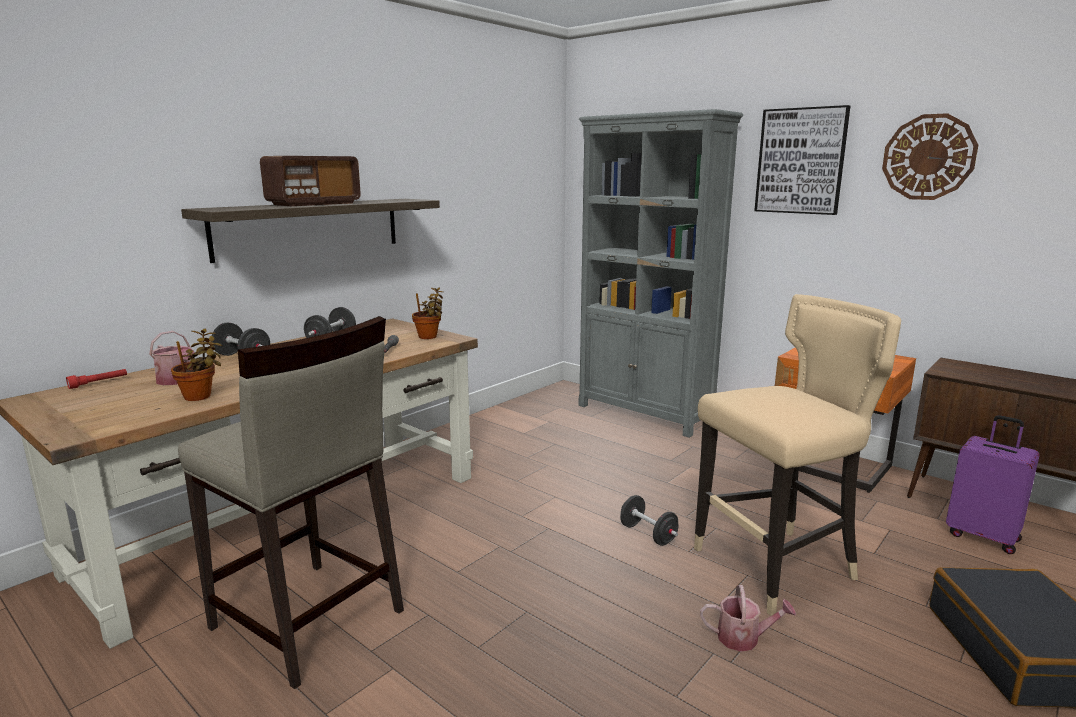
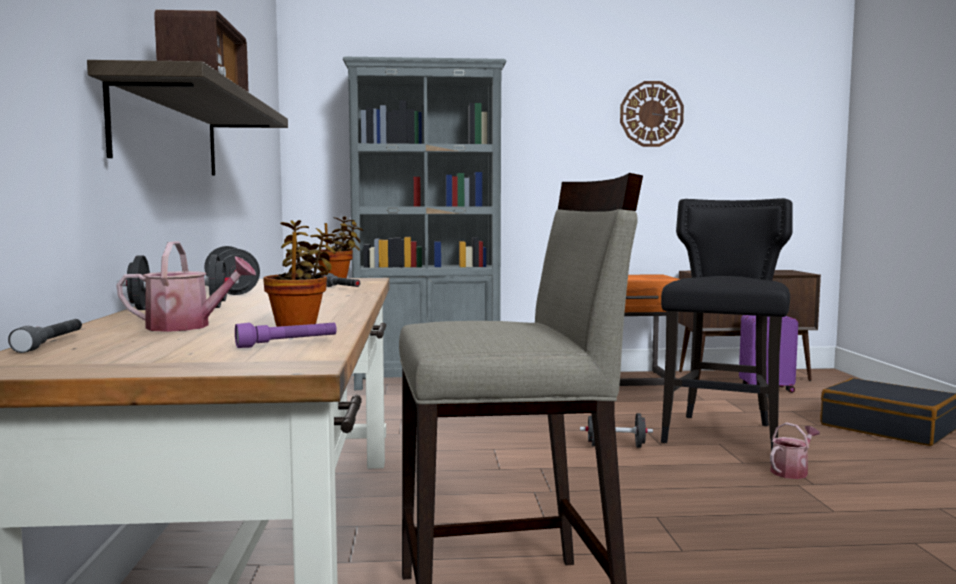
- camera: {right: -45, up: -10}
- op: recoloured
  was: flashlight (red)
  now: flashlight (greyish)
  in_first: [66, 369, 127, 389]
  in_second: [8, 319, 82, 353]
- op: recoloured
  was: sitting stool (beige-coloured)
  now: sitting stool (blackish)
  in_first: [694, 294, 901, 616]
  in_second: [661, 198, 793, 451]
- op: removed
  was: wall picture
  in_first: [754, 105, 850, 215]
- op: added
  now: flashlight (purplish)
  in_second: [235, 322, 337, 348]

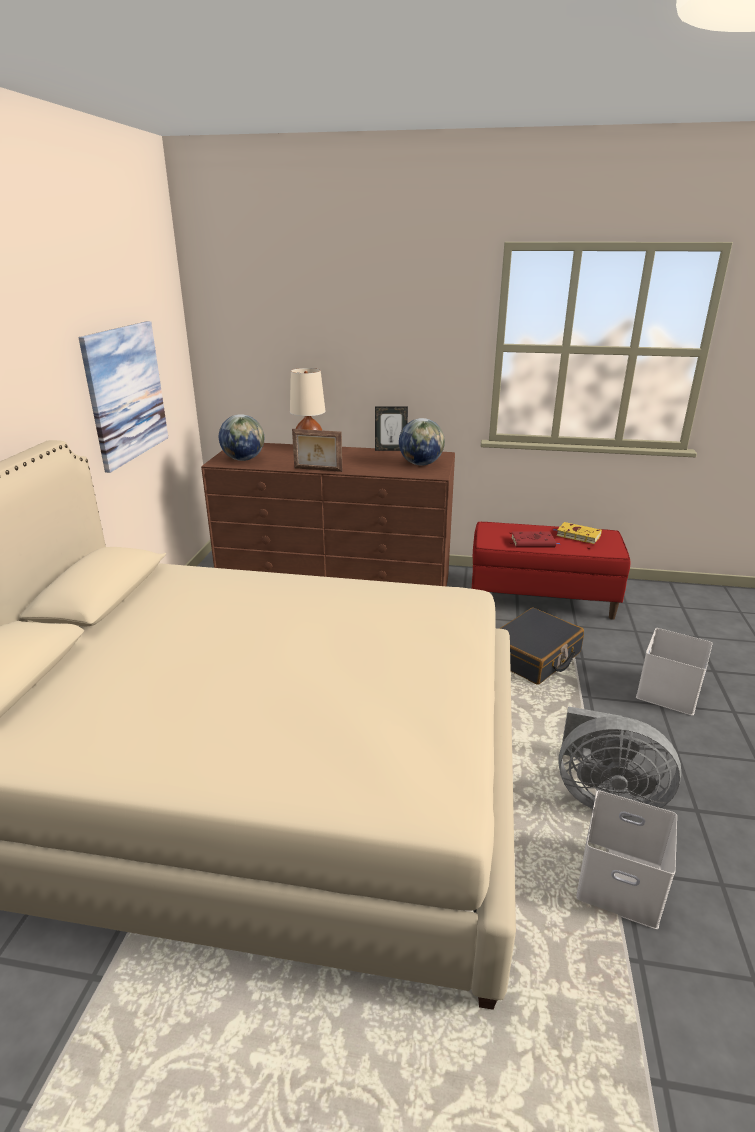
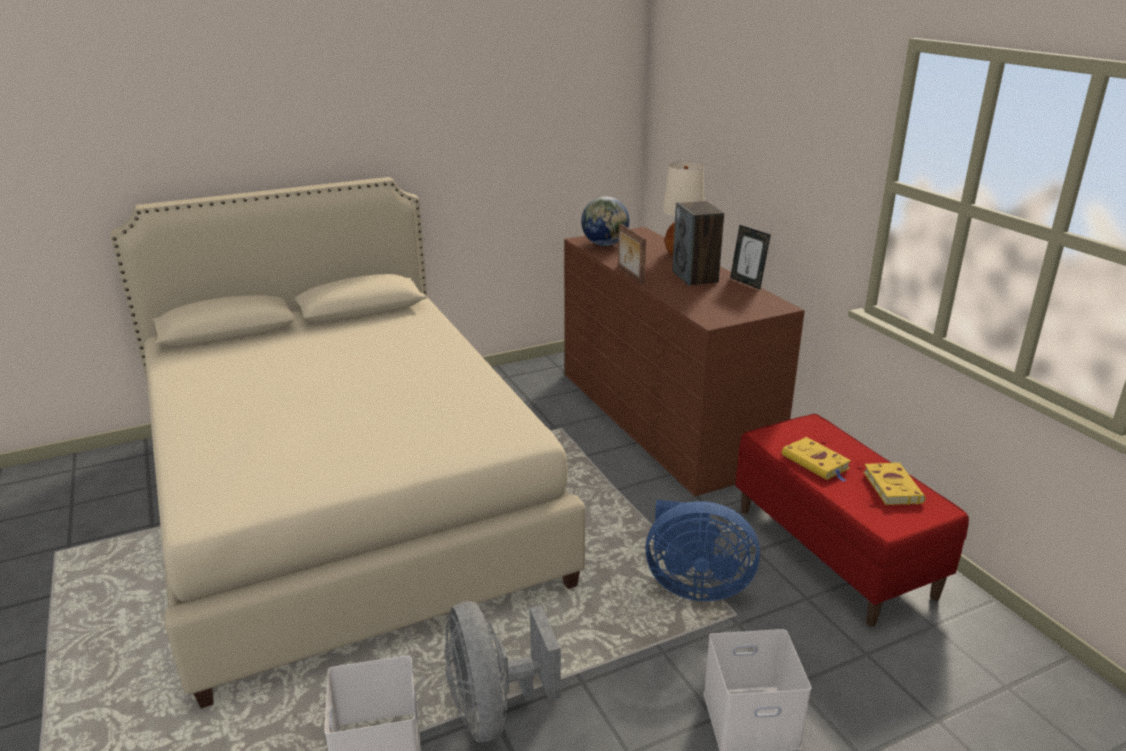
- camera: {right: 55, up: 0}
- op: removed
  was: wall picture
  in_first: [79, 321, 168, 473]
- op: removed
  was: world globe
  in_first: [399, 418, 445, 466]
- op: replaced
  was: suitcase (blackish)
  now: electric fan (bluish)
  in_first: [499, 607, 584, 685]
  in_second: [645, 500, 760, 601]
- op: recoloured
  was: bound book (red)
  now: bound book (yellow-coloured)
  in_first: [511, 531, 560, 548]
  in_second: [782, 437, 851, 482]
- op: added
  now: audio speaker
  in_second: [672, 201, 724, 286]

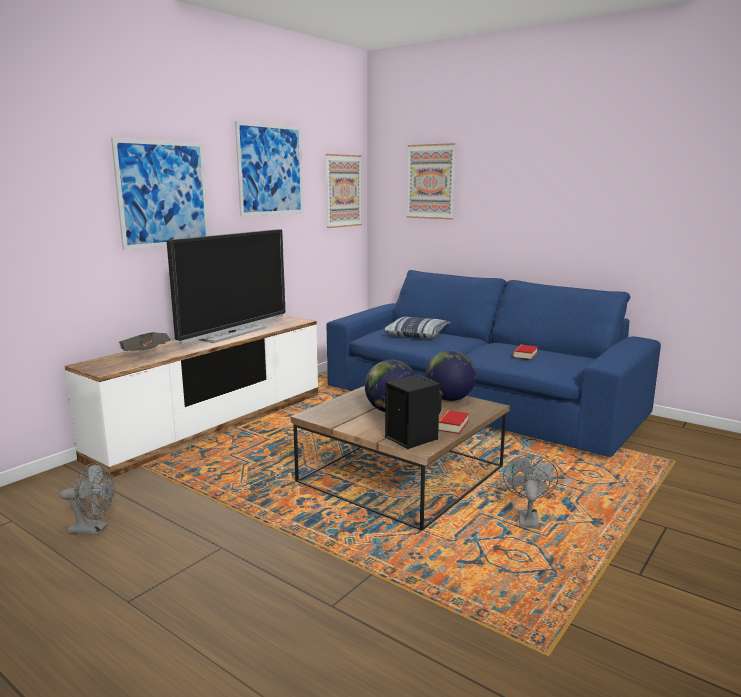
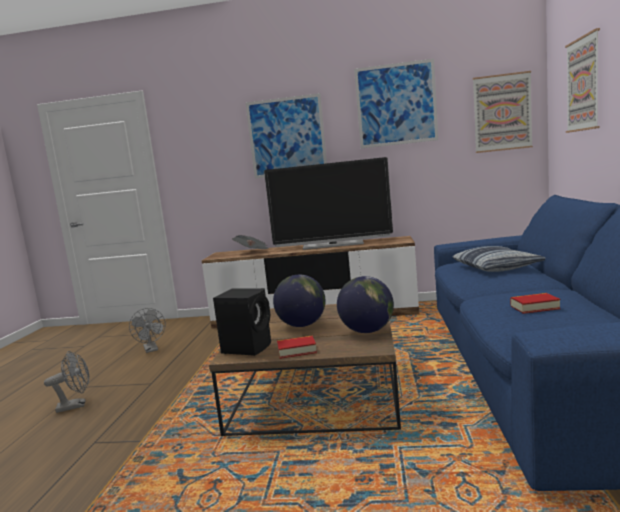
- camera: {right: 60, up: -5}
- op: moved
  was: electric fan (greyish)
  in_first: [503, 455, 558, 529]
  in_second: [44, 351, 89, 413]

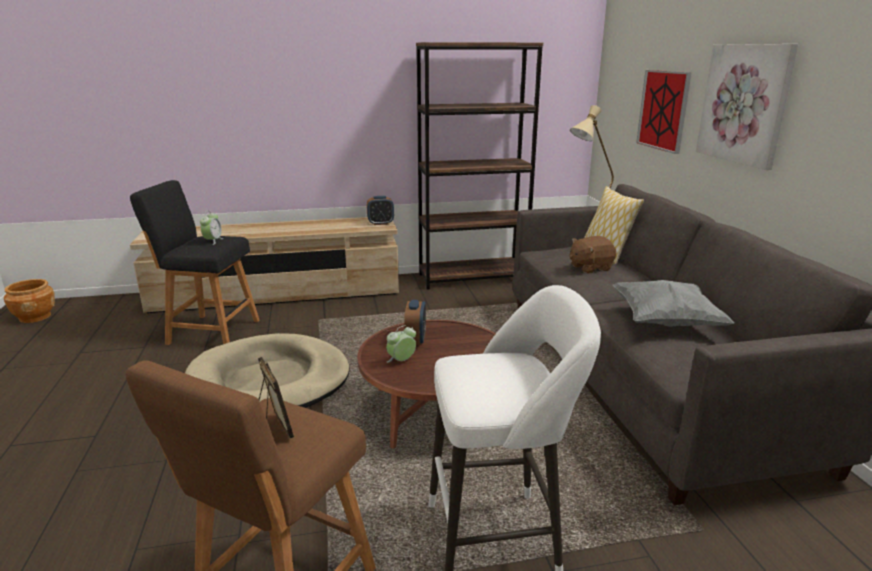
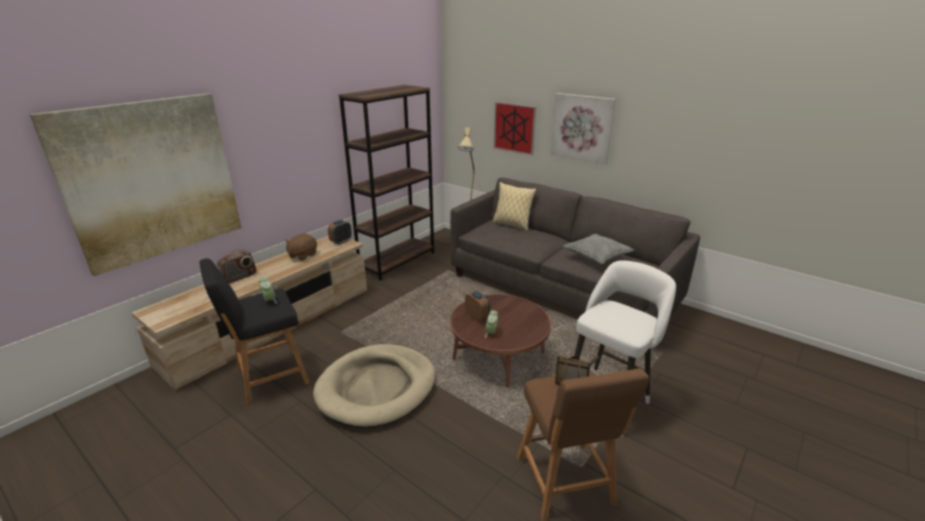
- camera: {right: -40, up: 5}
- op: removed
  was: planter (brown-coloured)
  in_first: [4, 279, 55, 323]
- op: moved
  was: cuddly toy (brown-coloured)
  in_first: [569, 236, 616, 273]
  in_second: [285, 234, 317, 261]
- op: added
  now: wall picture
  in_second: [29, 93, 241, 276]
- op: added
  now: radio receiver
  in_second: [217, 250, 256, 283]

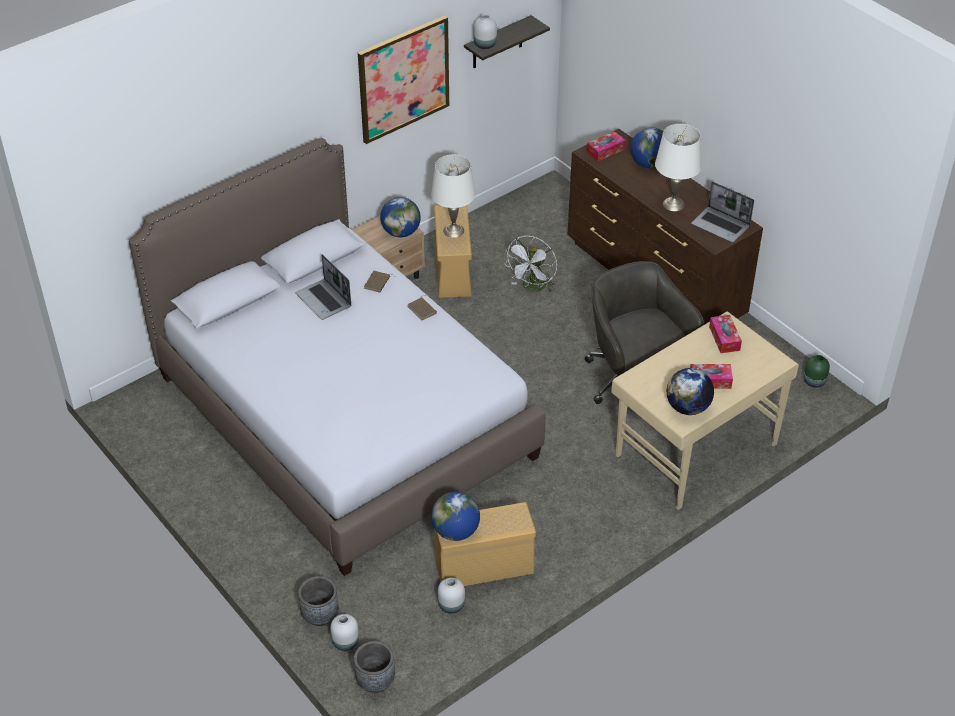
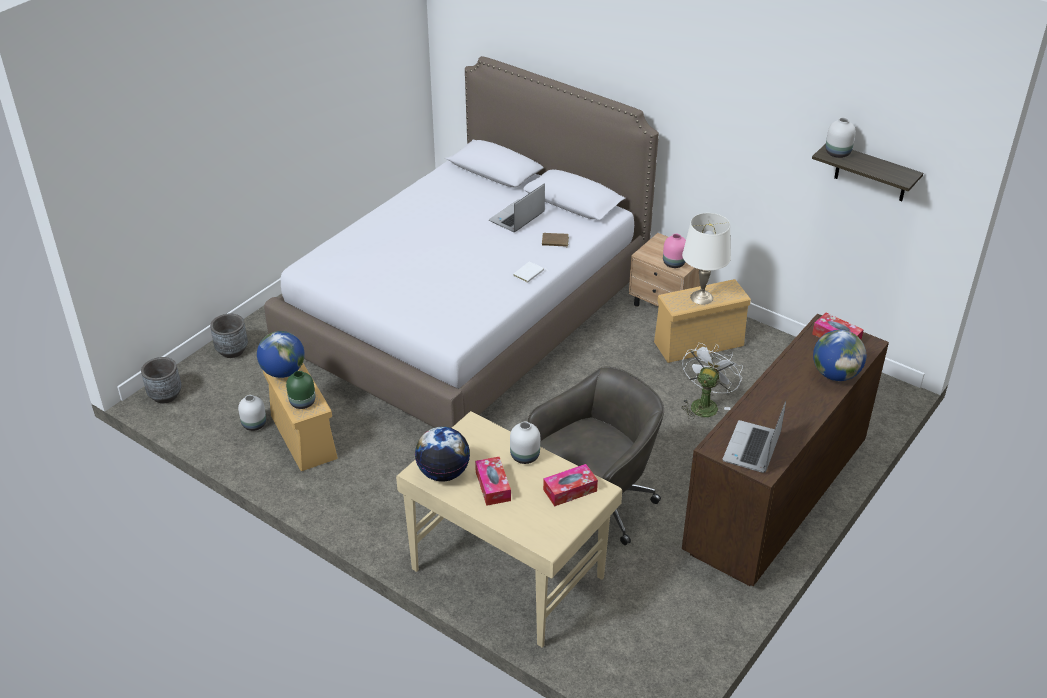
- camera: {right: 75, up: -5}
- op: moved
  was: vase (white)
  in_first: [330, 614, 359, 651]
  in_second: [510, 421, 540, 464]
- op: removed
  was: wall picture
  in_first: [358, 16, 449, 144]
- op: replaced
  was: world globe
  now: vase (pink-coloured)
  in_first: [380, 197, 421, 237]
  in_second: [663, 234, 686, 268]
- op: recoloured
  was: bound book (brown-coloured)
  now: bound book (white)
  in_first: [407, 295, 437, 320]
  in_second: [514, 262, 545, 283]
- op: turned
  was: electric fan (white)
  in_first: [504, 236, 557, 292]
  in_second: [681, 343, 743, 420]
  clockwise: 105
- op: removed
  was: lamp for a table (white)
  in_first: [655, 124, 702, 211]
- op: moved
  was: vase (green-coloured)
  in_first: [804, 355, 830, 387]
  in_second: [286, 371, 315, 409]

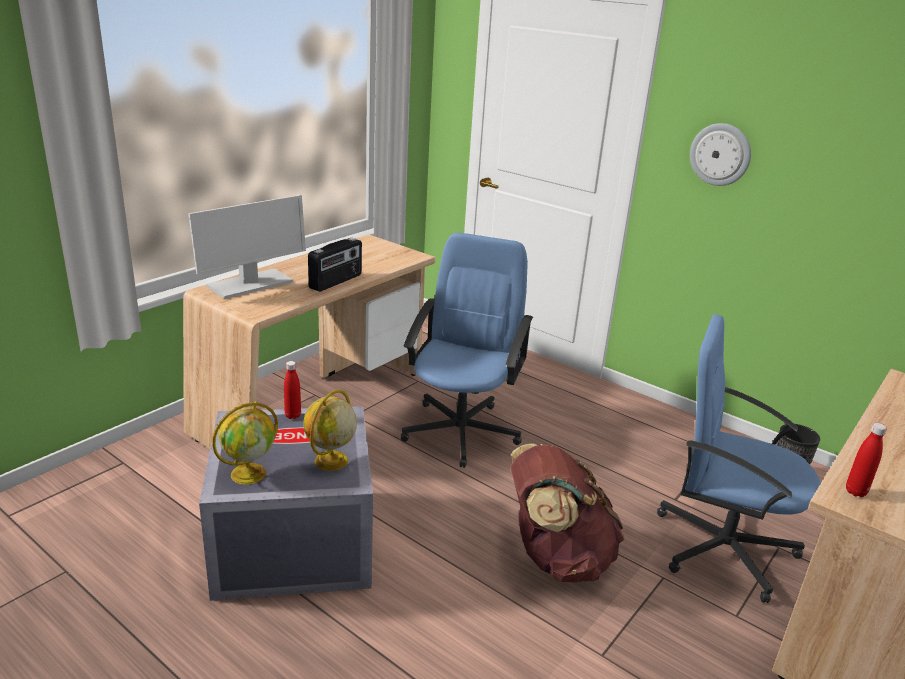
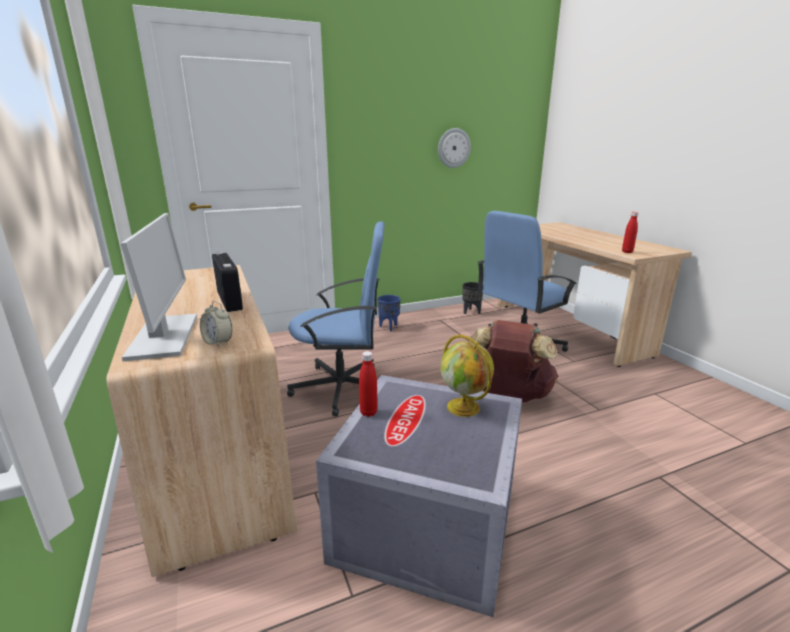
- camera: {right: -60, up: -5}
- op: removed
  was: world globe
  in_first: [212, 401, 278, 485]
- op: turned
  was: computer chair (bluish)
  in_first: [401, 232, 533, 468]
  in_second: [287, 222, 385, 417]
  clockwise: 135
- op: moved
  was: clock on the wall
  in_first: [690, 123, 751, 186]
  in_second: [438, 128, 471, 168]
- op: added
  now: bedside clock
  in_second: [200, 301, 232, 347]
- op: added
  now: planter (bluish)
  in_second: [377, 295, 401, 331]

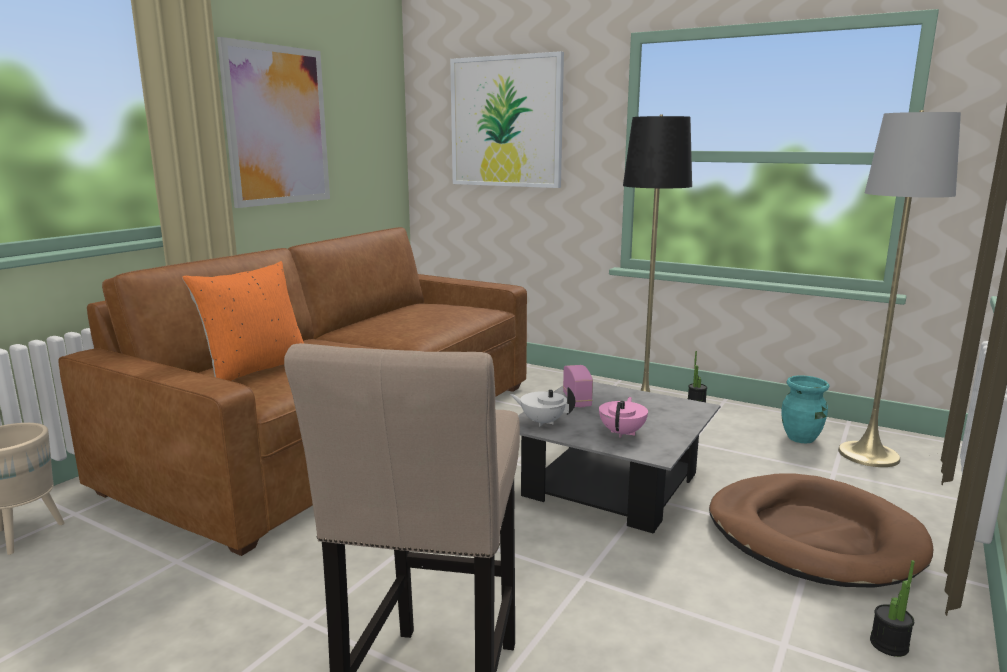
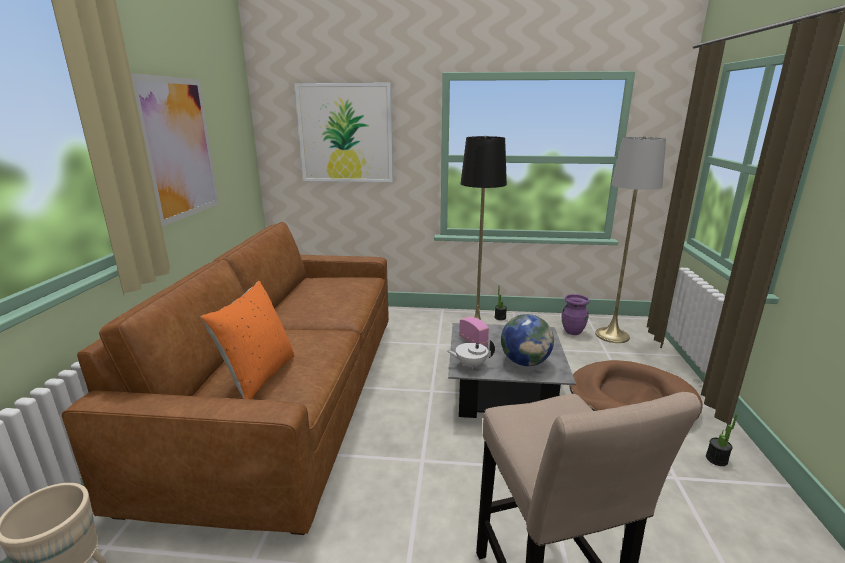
- camera: {right: -25, up: 5}
- op: replaced
  was: tea pot (pink-coloured)
  now: world globe
  in_first: [599, 397, 648, 438]
  in_second: [501, 314, 554, 366]
- op: recoloured
  was: vase (turquoise)
  now: vase (purplish)
  in_first: [782, 375, 829, 443]
  in_second: [562, 294, 590, 335]

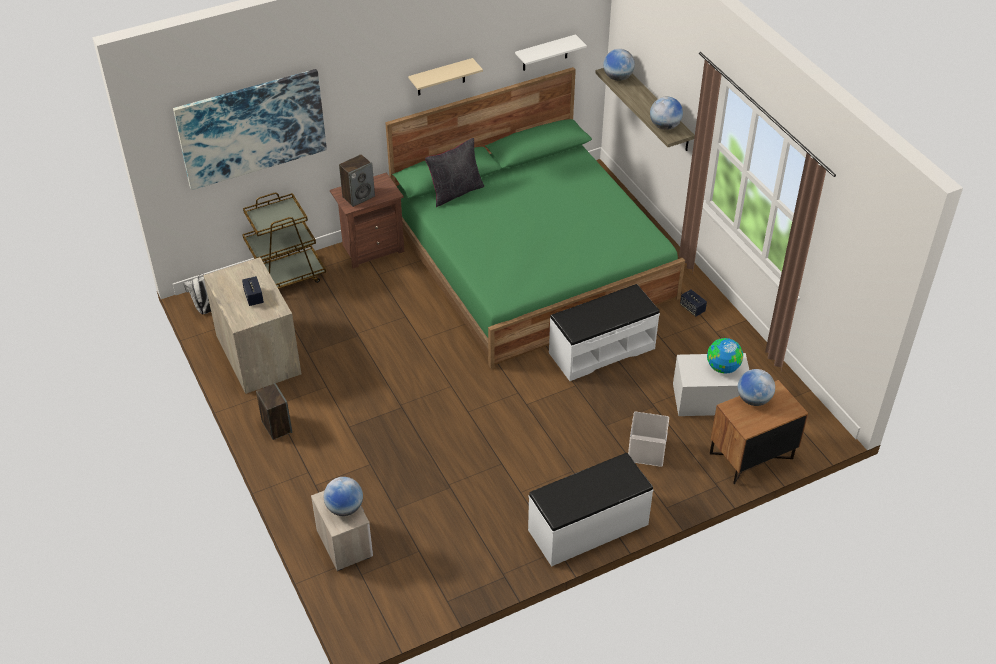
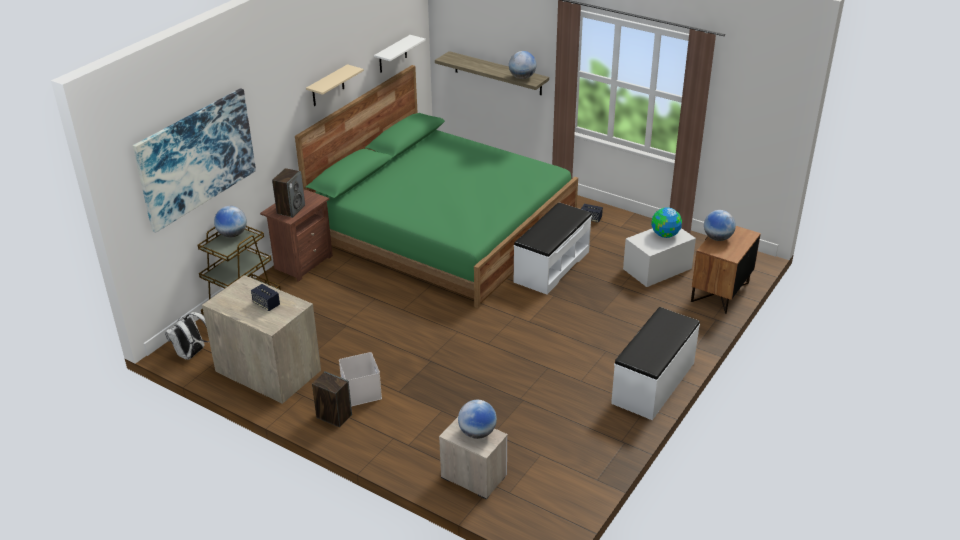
- camera: {right: -30, up: -10}
- op: removed
  was: pillow (blackish)
  in_first: [425, 138, 484, 207]
- op: moved
  was: world globe
  in_first: [603, 49, 635, 81]
  in_second: [214, 206, 247, 237]
- op: moved
  was: storage bin (white)
  in_first: [628, 412, 669, 467]
  in_second: [339, 352, 382, 406]

